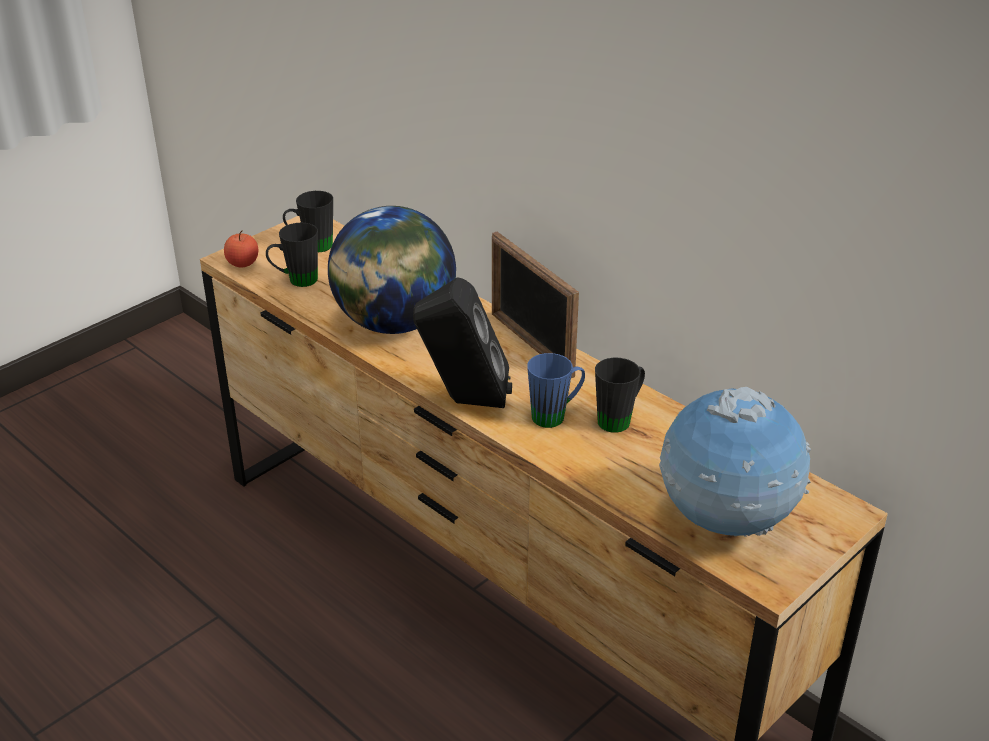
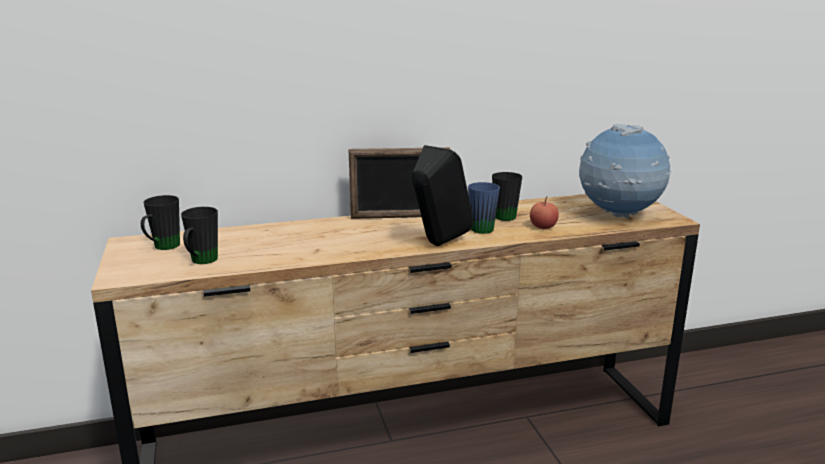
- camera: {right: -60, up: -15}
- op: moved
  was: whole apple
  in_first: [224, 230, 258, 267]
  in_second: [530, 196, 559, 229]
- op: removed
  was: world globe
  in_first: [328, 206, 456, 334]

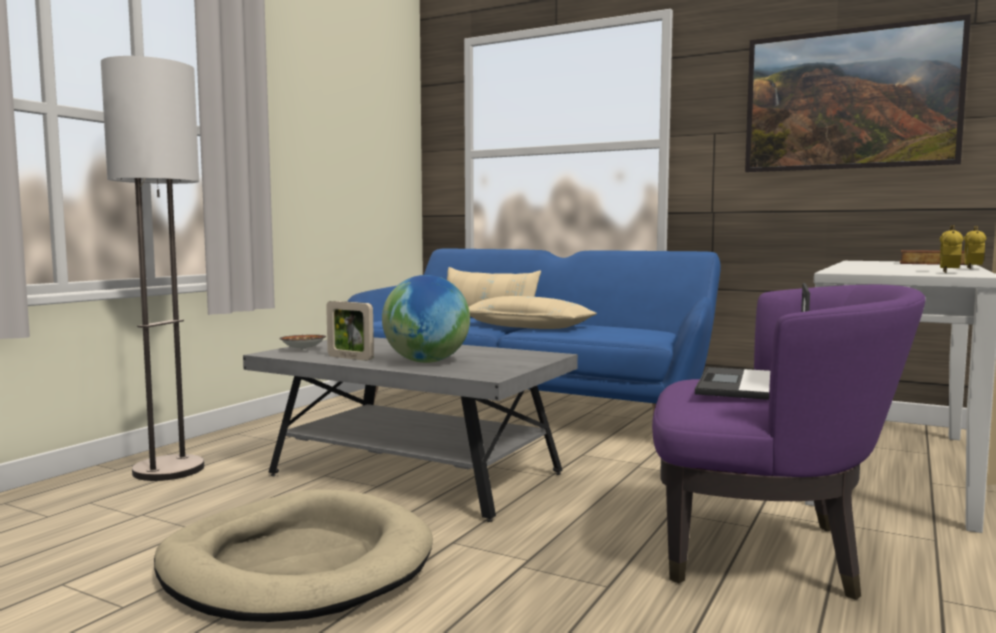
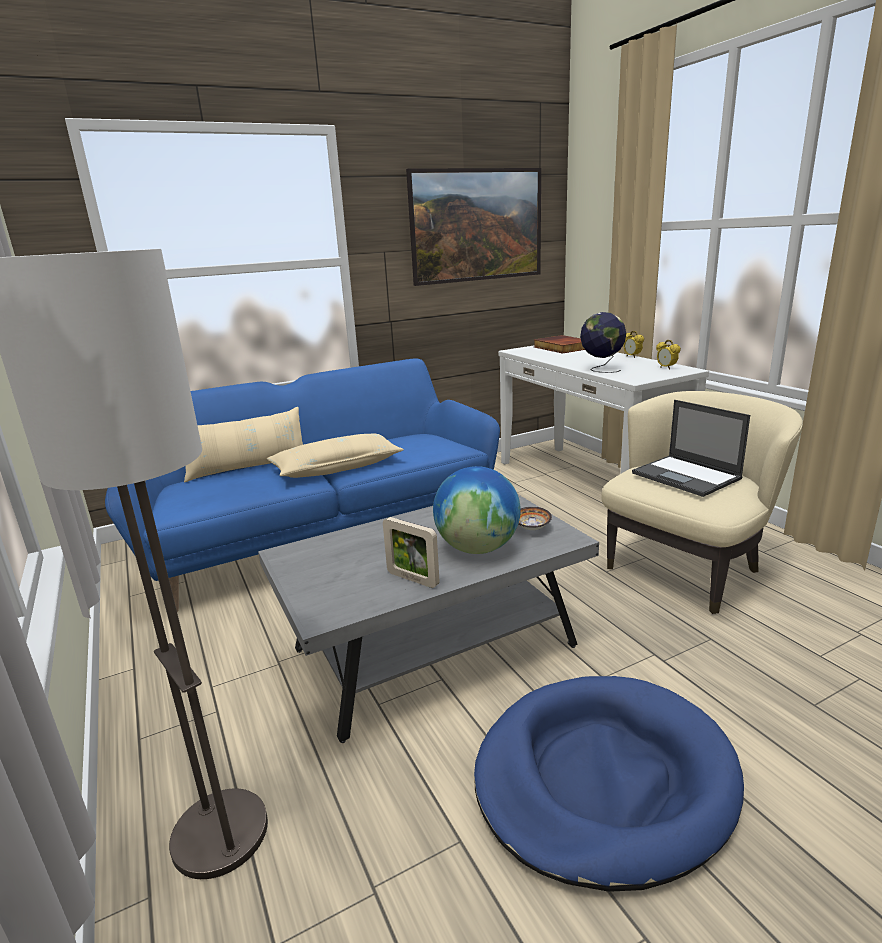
- camera: {right: -55, up: 15}
- op: recoloured
  was: pet bed (beige-coloured)
  now: pet bed (bluish)
  in_first: [154, 489, 433, 622]
  in_second: [474, 676, 744, 892]
- op: moved
  was: deep dish
  in_first: [279, 335, 326, 350]
  in_second: [519, 507, 552, 530]
- op: turned
  was: photo frame
  in_first: [326, 301, 374, 361]
  in_second: [383, 517, 439, 588]
  clockwise: 60
- op: recoloured
  was: lounge chair (purplish)
  now: lounge chair (beige-coloured)
  in_first: [652, 285, 926, 600]
  in_second: [601, 391, 803, 614]
- op: added
  now: world globe
  in_second: [580, 312, 626, 373]

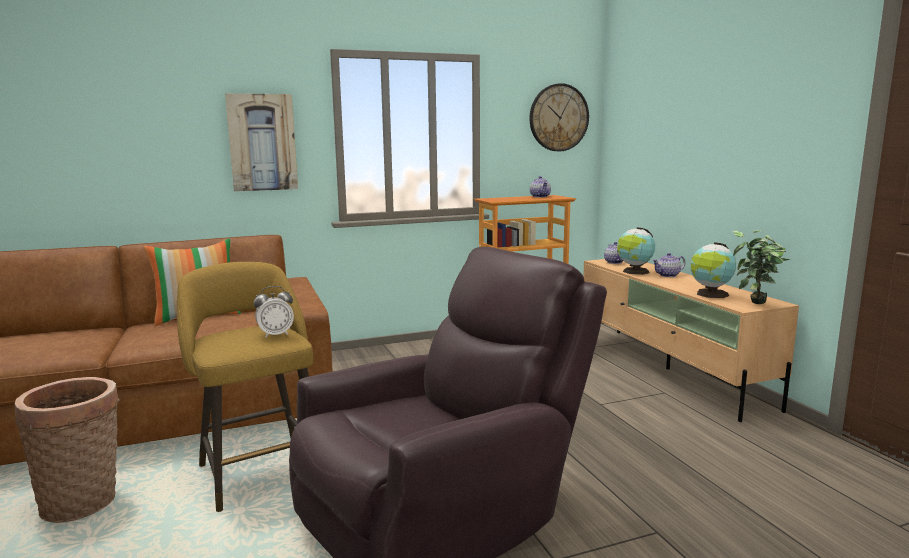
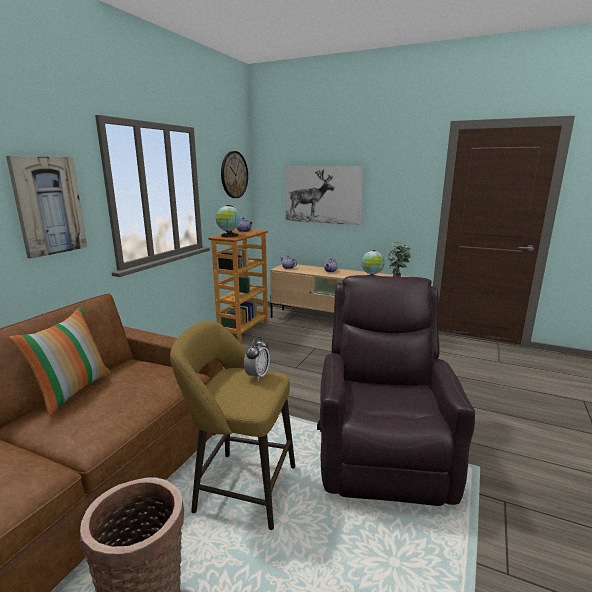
- camera: {right: -45, up: 5}
- op: moved
  was: world globe
  in_first: [617, 227, 655, 275]
  in_second: [216, 205, 240, 237]
- op: added
  now: wall picture
  in_second: [285, 166, 364, 226]

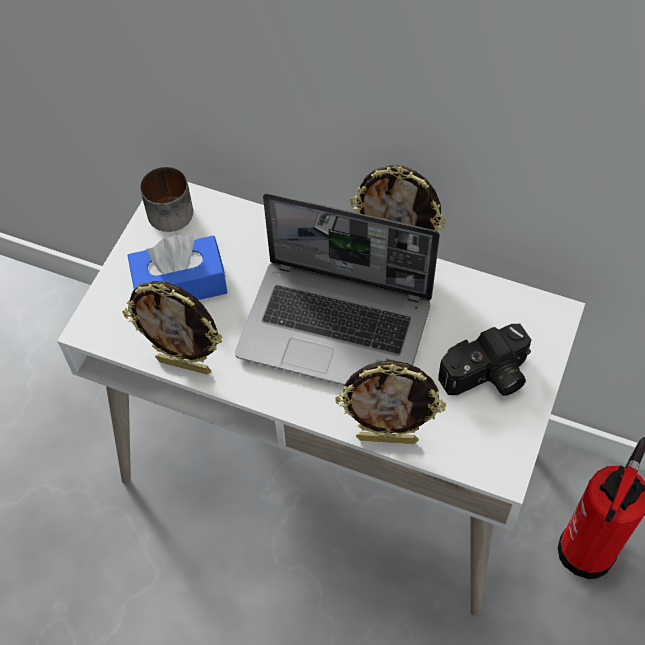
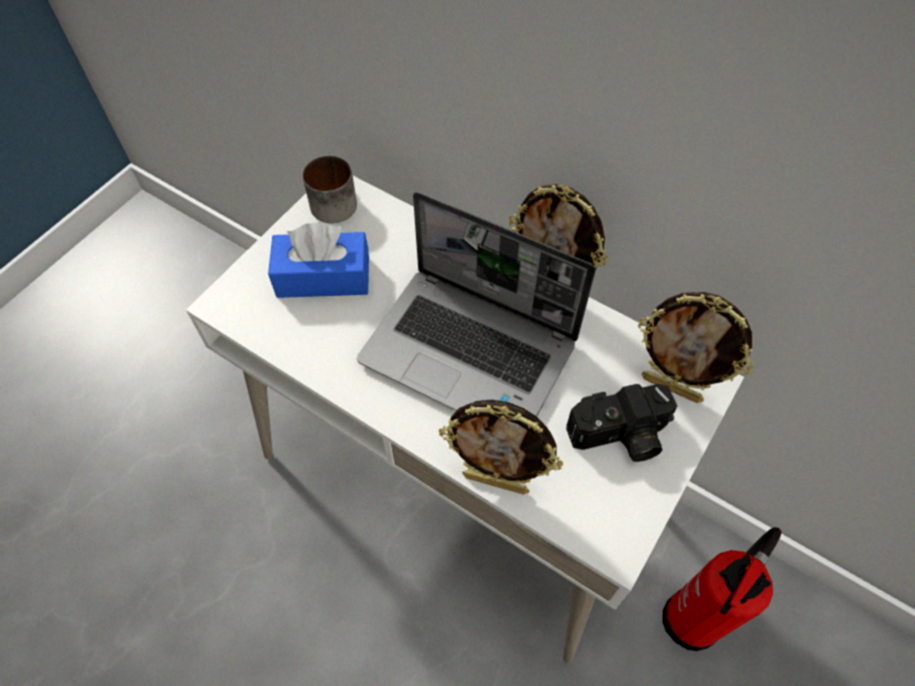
- camera: {right: 10, up: 0}
- op: moved
  was: photo frame
  in_first: [122, 281, 222, 374]
  in_second: [638, 292, 754, 403]

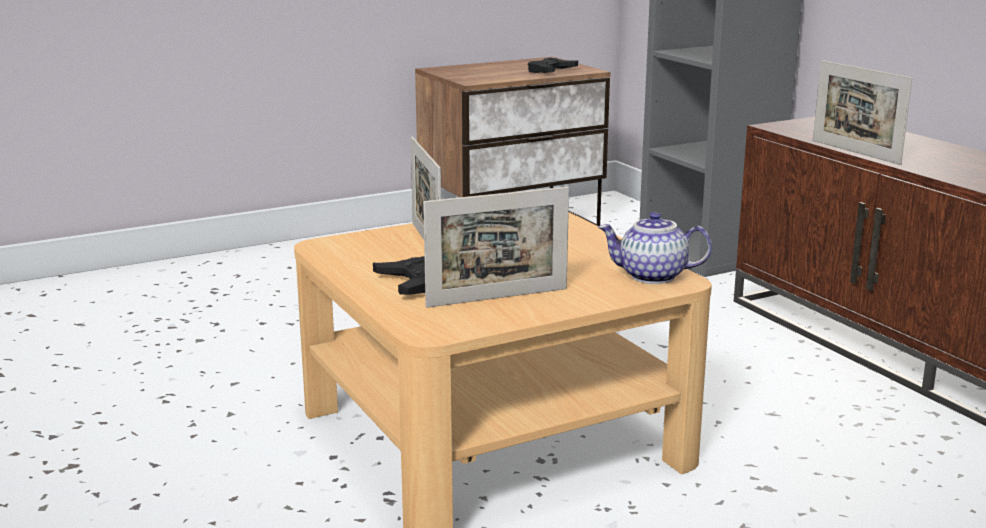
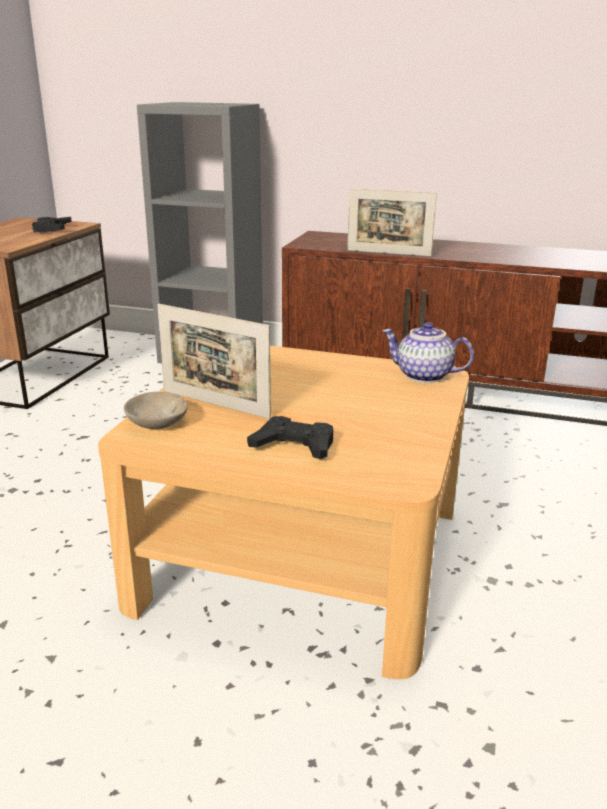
- camera: {right: -45, up: 5}
- op: removed
  was: photo frame
  in_first: [423, 187, 569, 308]
- op: turned
  was: tea pot
  in_first: [598, 212, 712, 284]
  in_second: [382, 322, 474, 383]
  clockwise: 60
- op: added
  now: deep dish (beige-coloured)
  in_second: [124, 392, 188, 429]

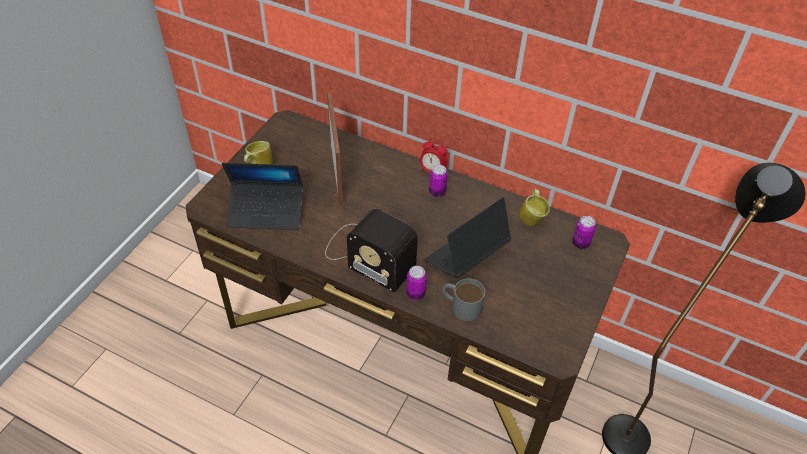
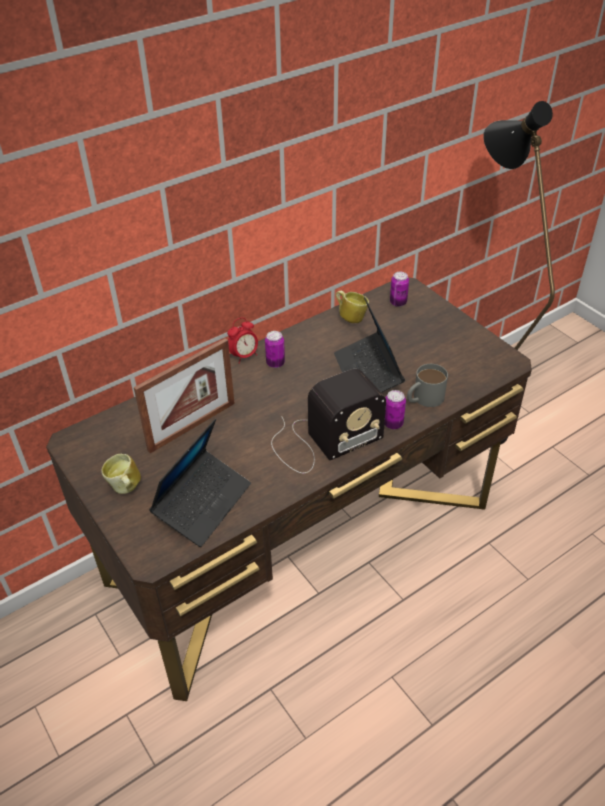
- camera: {right: -60, up: -5}
- op: turned
  was: photo frame
  in_first: [327, 93, 343, 206]
  in_second: [134, 338, 235, 453]
  clockwise: 120

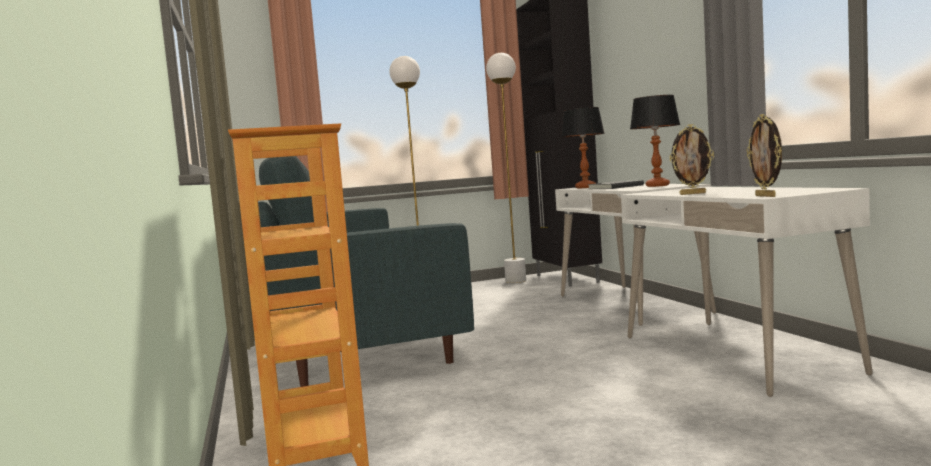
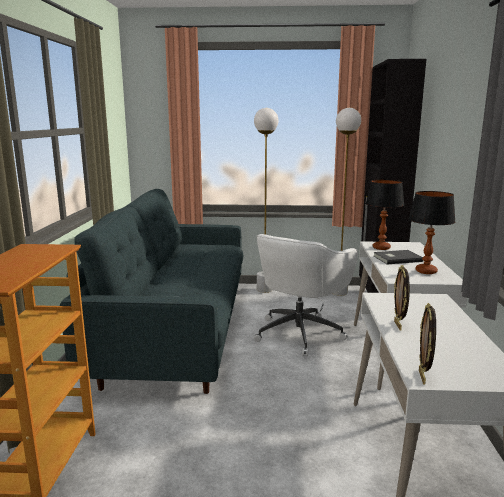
- camera: {right: 20, up: 10}
- op: turned
  was: photo frame
  in_first: [670, 124, 714, 195]
  in_second: [394, 265, 410, 330]
  clockwise: 75
- op: added
  now: computer chair (white)
  in_second: [254, 234, 358, 356]

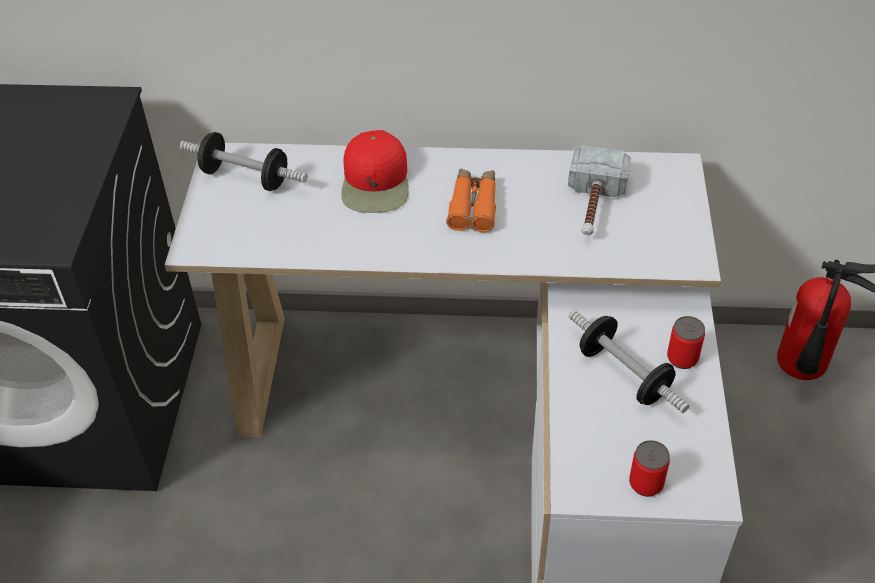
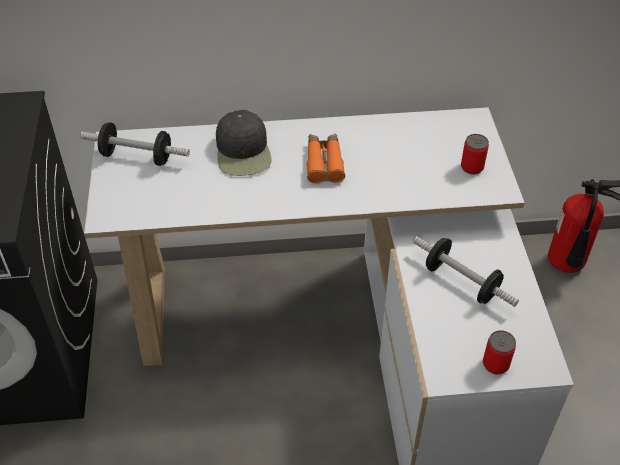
- camera: {right: -10, up: 0}
- op: recoloured
  was: peaked cap (red)
  now: peaked cap (blackish)
  in_first: [341, 130, 409, 213]
  in_second: [216, 110, 271, 176]
- op: removed
  was: tool hammer
  in_first: [568, 145, 631, 235]
- op: moved
  was: can
  in_first: [667, 316, 705, 369]
  in_second: [461, 134, 489, 174]

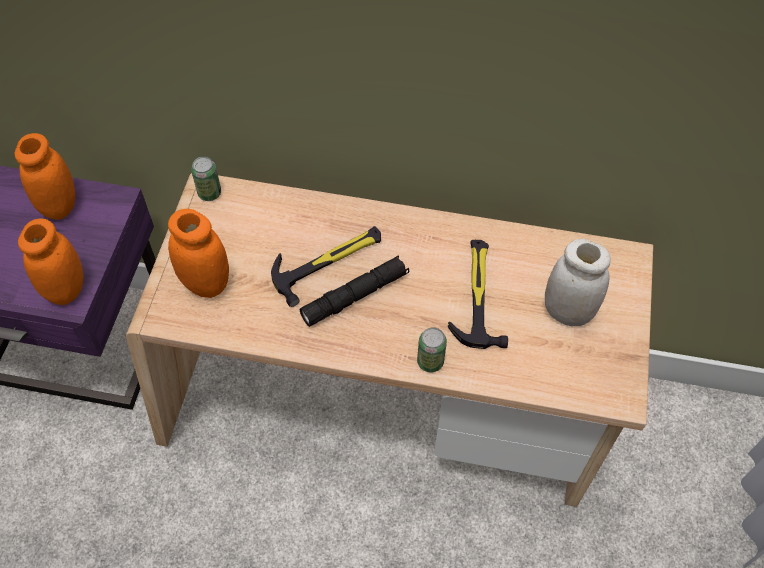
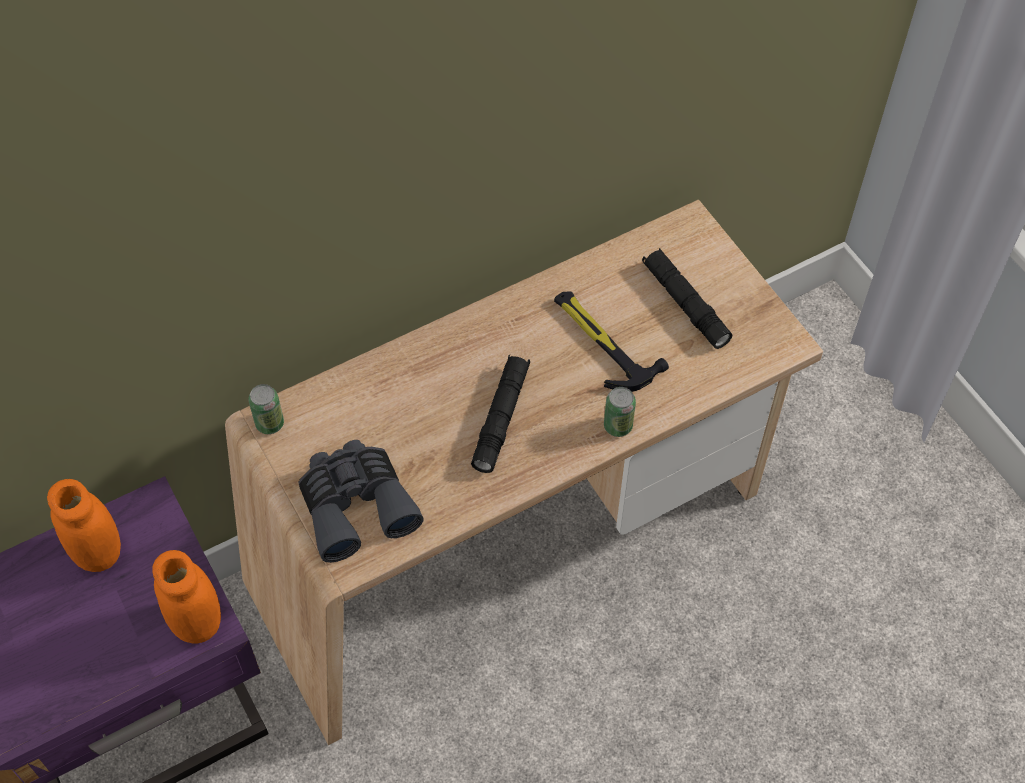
- camera: {right: -40, up: 0}
- op: replaced
  was: preserve jar (orange)
  now: binoculars (greyish)
  in_first: [168, 209, 229, 298]
  in_second: [299, 440, 424, 563]
- op: removed
  was: tool hammer
  in_first: [271, 226, 381, 307]
- op: replaced
  was: preserve jar (white)
  now: flashlight (blackish)
  in_first: [545, 239, 611, 326]
  in_second: [642, 248, 732, 349]

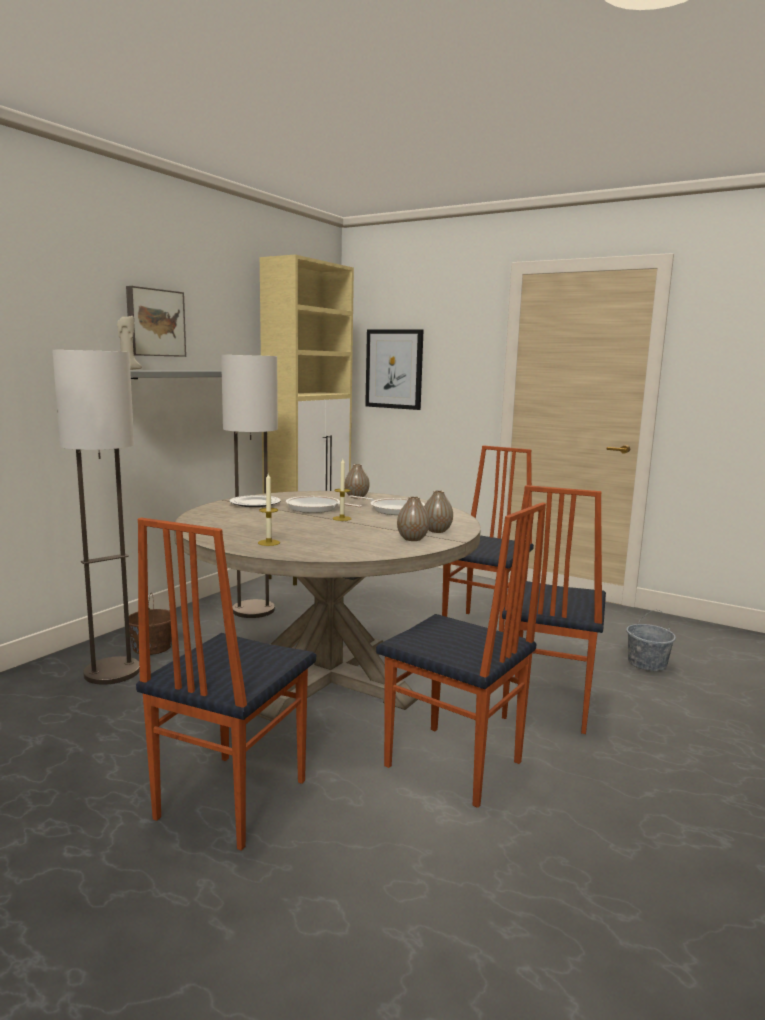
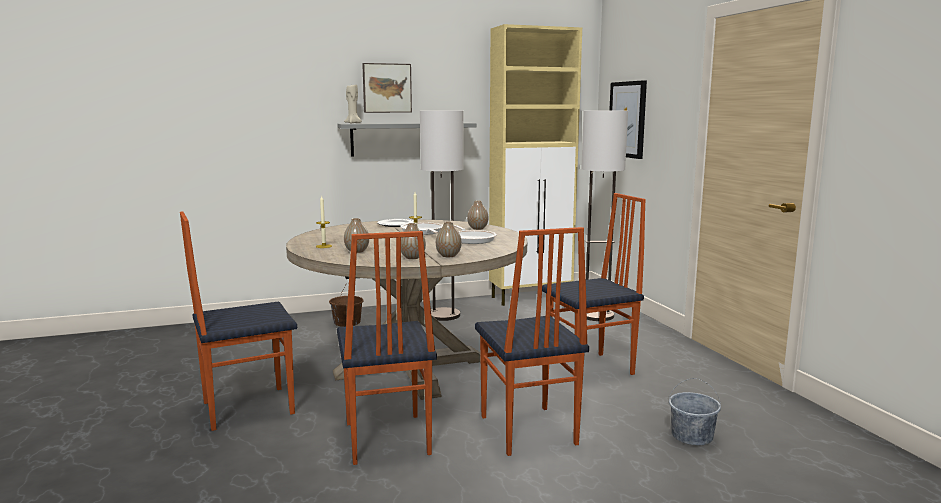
- camera: {right: 40, up: 0}
- op: moved
  was: floor lamp
  in_first: [52, 350, 140, 685]
  in_second: [581, 110, 628, 321]
- op: turned
  was: chair
  in_first: [502, 485, 606, 734]
  in_second: [475, 227, 589, 456]
  clockwise: -75
- op: added
  now: vase
  in_second: [344, 218, 369, 253]

